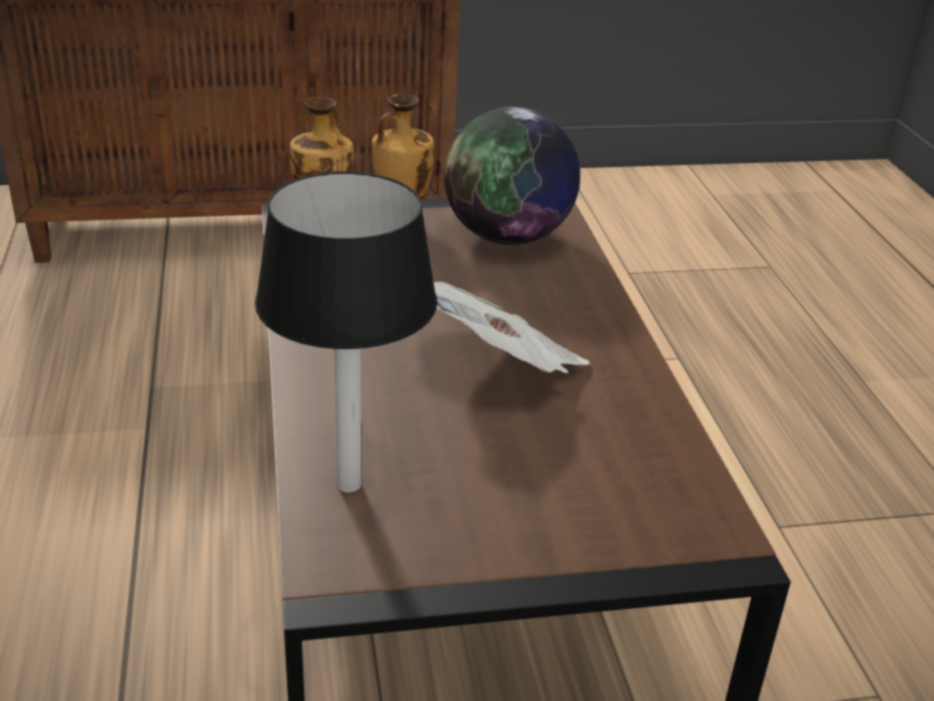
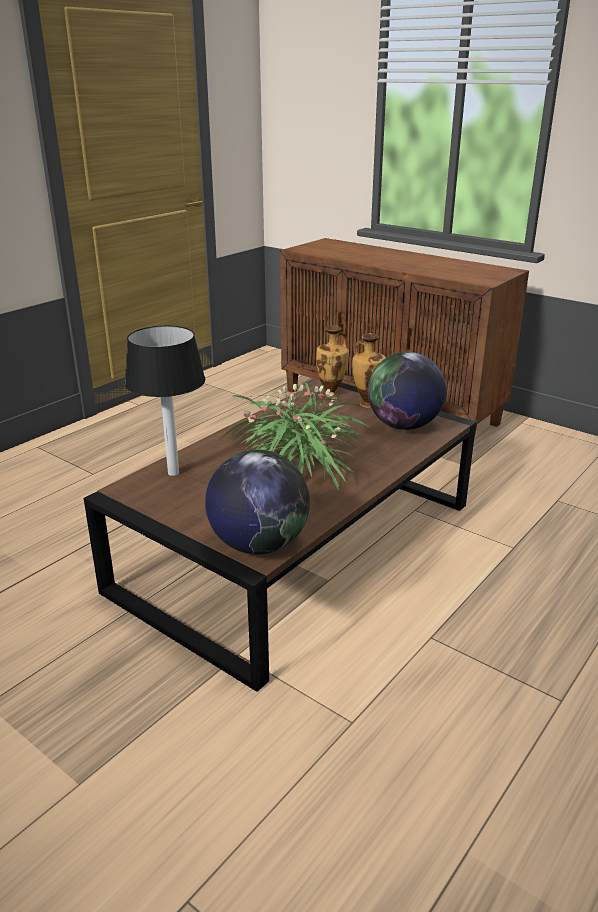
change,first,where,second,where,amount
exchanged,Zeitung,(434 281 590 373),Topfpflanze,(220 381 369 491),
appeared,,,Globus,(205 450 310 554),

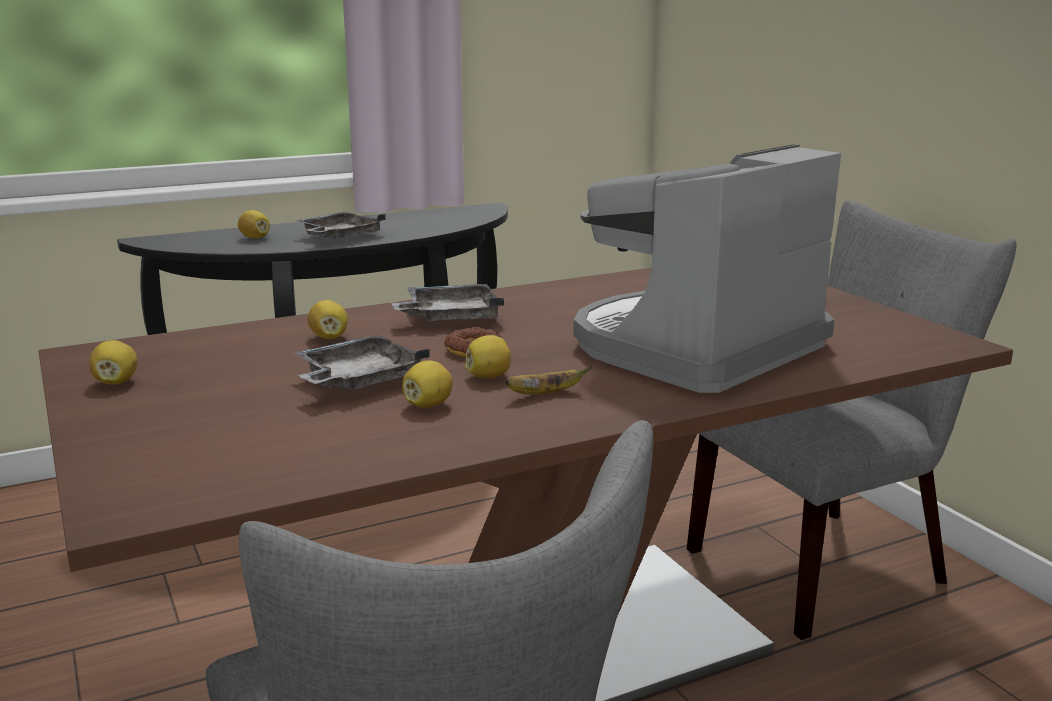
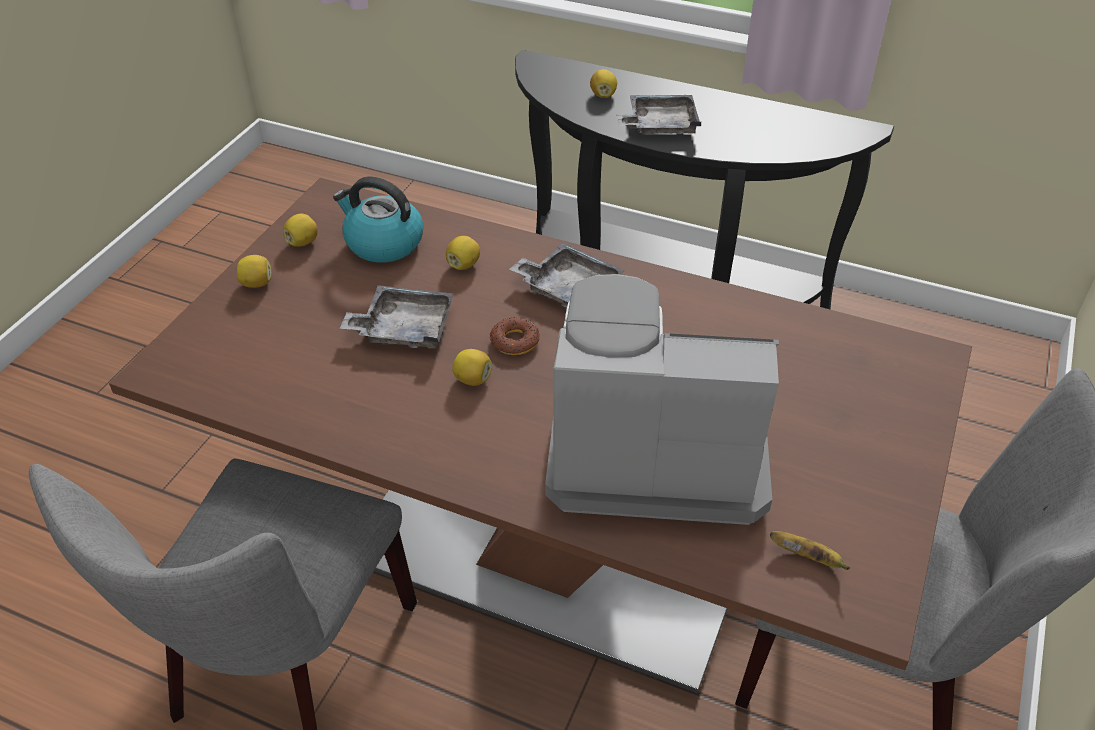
change,first,where,second,where,amount
relocated,Zitrone,(402 360 453 408),,(237 255 272 288),
relocated,Banane,(506 365 593 394),,(770 531 850 570),
appeared,,,Wasserkessel,(333 176 424 262),

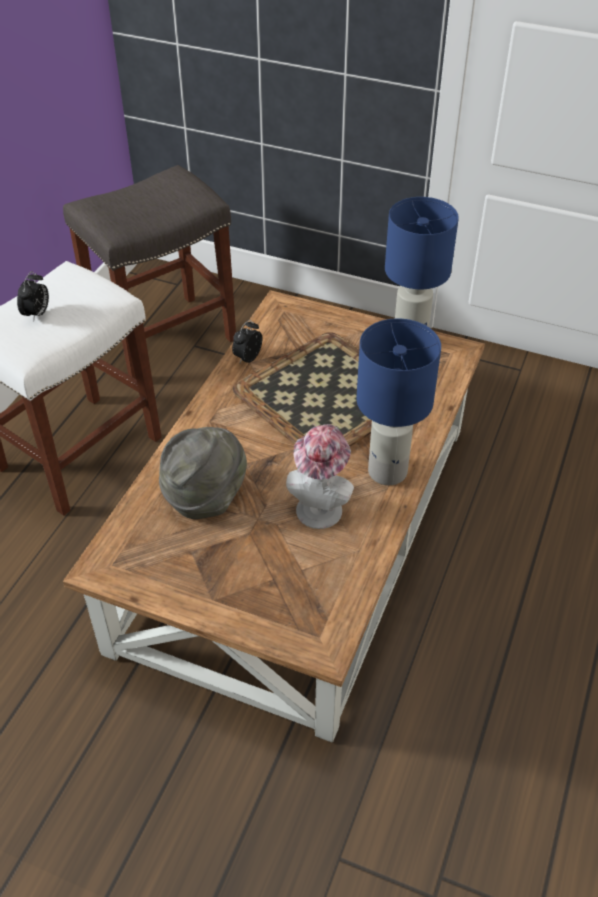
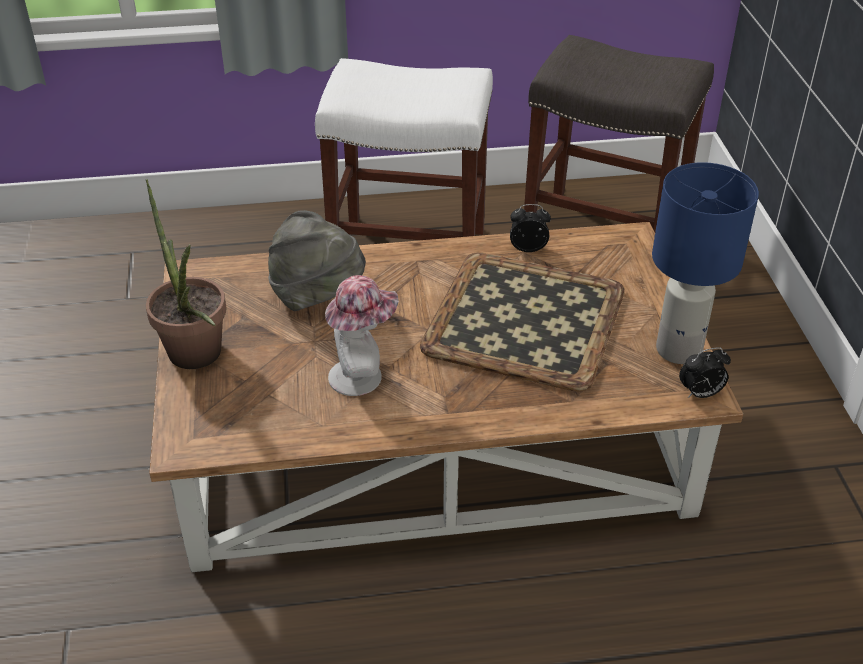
change,first,where,second,where,amount
relocated,Wecker,(17 271 49 322),,(679 347 731 398),
missing,Tischlampe [blau],(356 318 441 485),,,
appeared,,,Topfpflanze,(146 179 227 369),

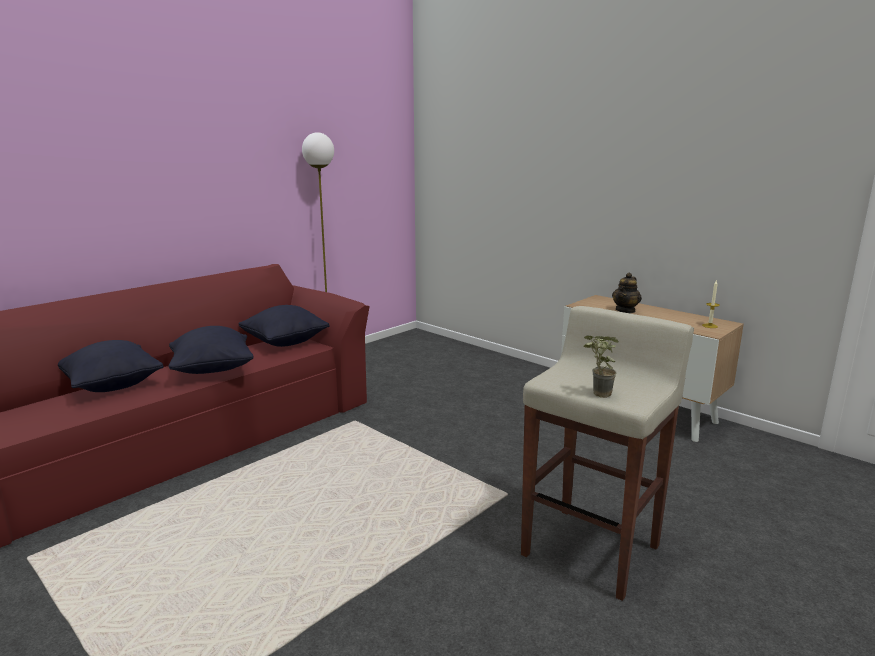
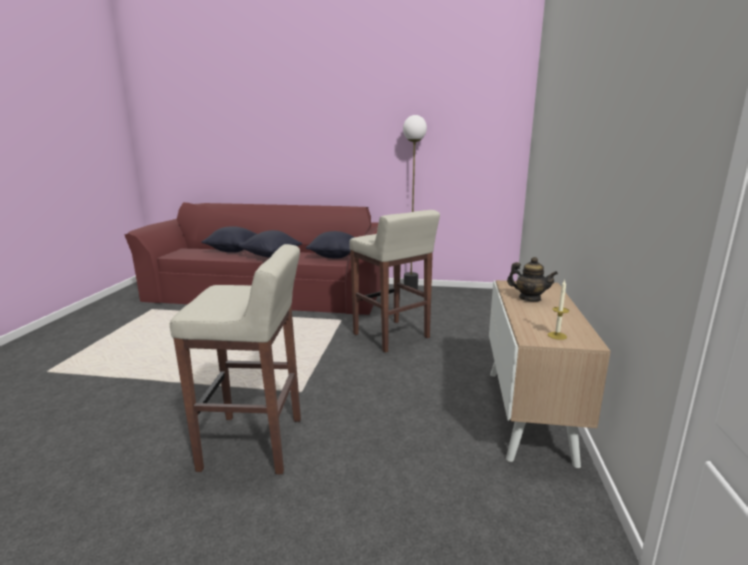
change,first,where,second,where,amount
spun,Teekanne,(612 273 642 313),,(507 257 558 302),150 degrees counterclockwise
missing,Topfpflanze,(583 336 619 398),,,
appeared,,,Hocker [beige],(349 210 440 353),

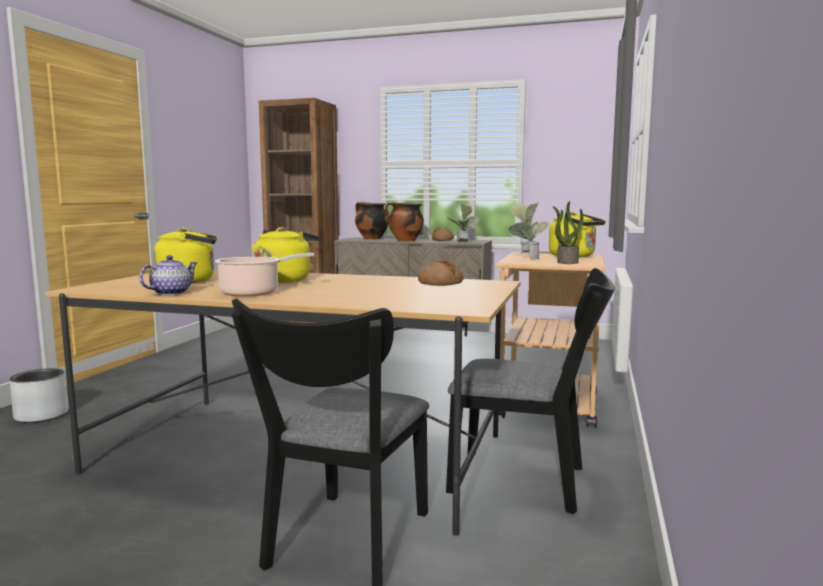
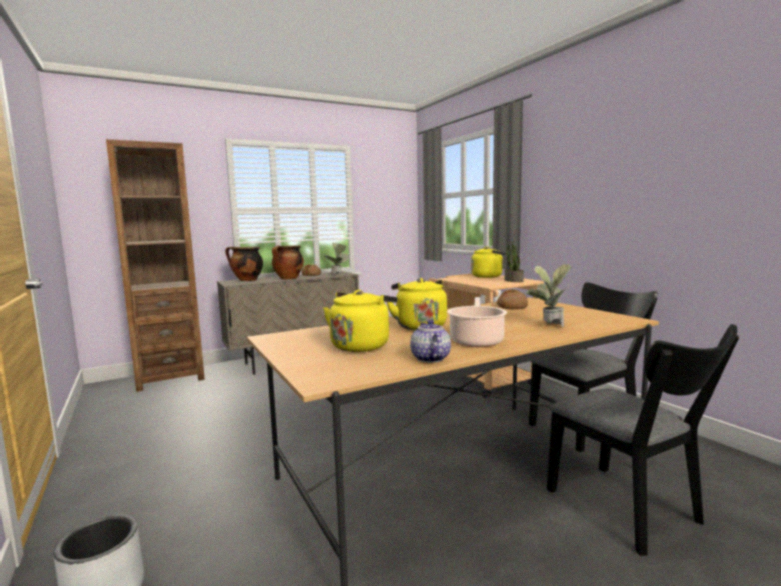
change,first,where,second,where,amount
relocated,Topfpflanze,(508 201 549 259),,(526 264 571 327),

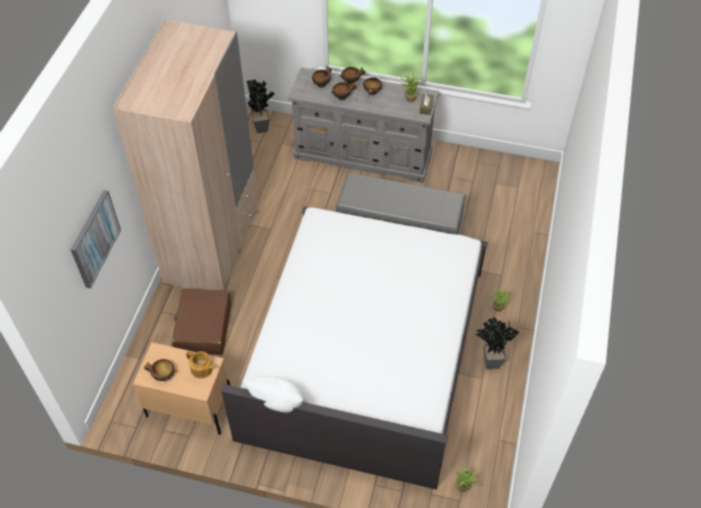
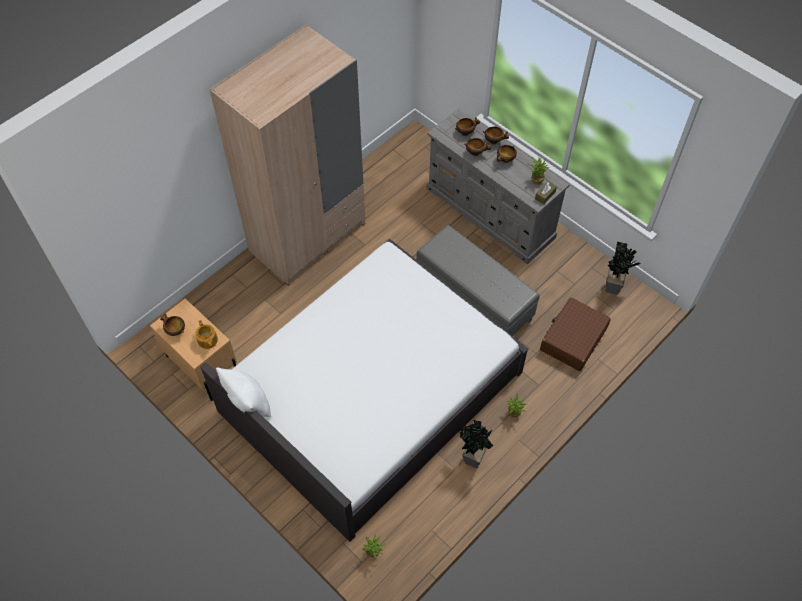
change,first,where,second,where,amount
relocated,Topfpflanze,(247 79 274 133),,(606 242 641 295),
missing,Bild,(71 190 121 289),,,
relocated,Koffer [braun],(172 289 231 355),,(540 298 611 371),

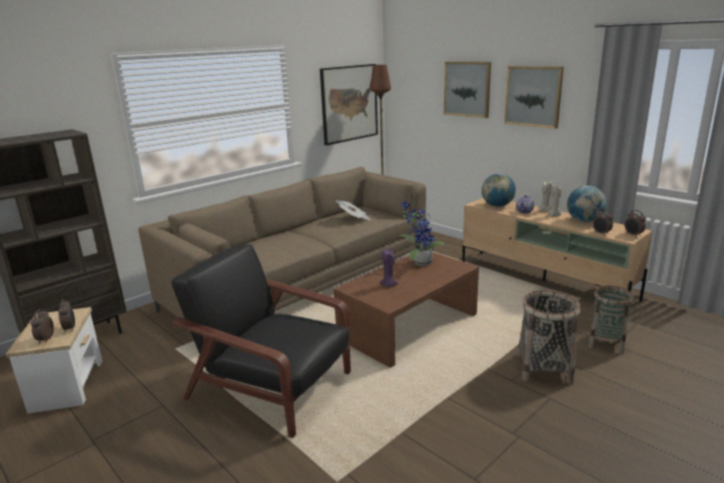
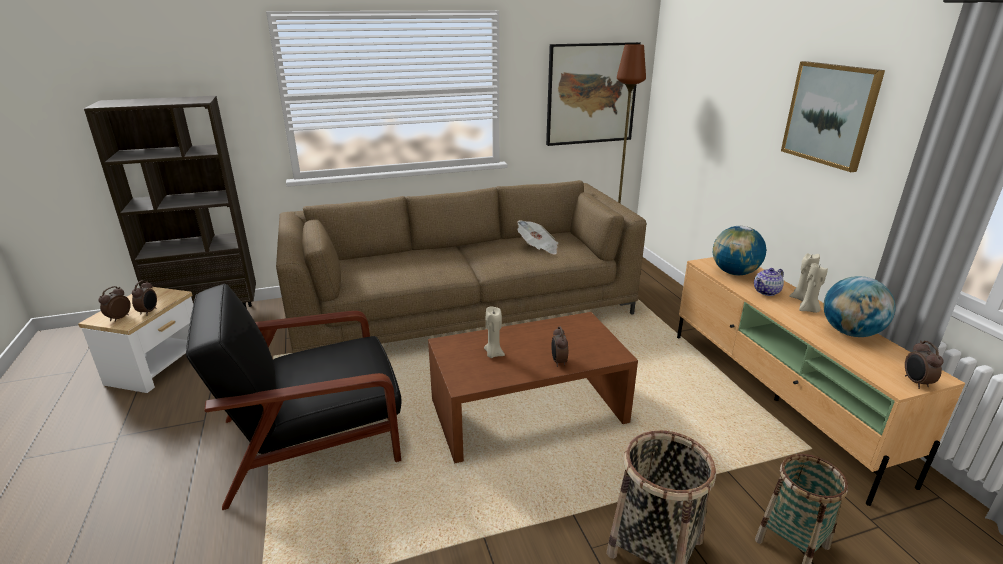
change,first,where,second,where,amount
missing,Bild,(444 62 491 118),,,
missing,Topfpflanze,(399 201 444 266),,,
relocated,Wecker,(592 209 613 236),,(551 326 568 367),
spun,Sessel [schwarz],(171 244 351 438),,(186 284 402 510),75 degrees counterclockwise
colour,Kerze [lila],(380 249 398 288),Kerze [beige],(484 307 505 358),

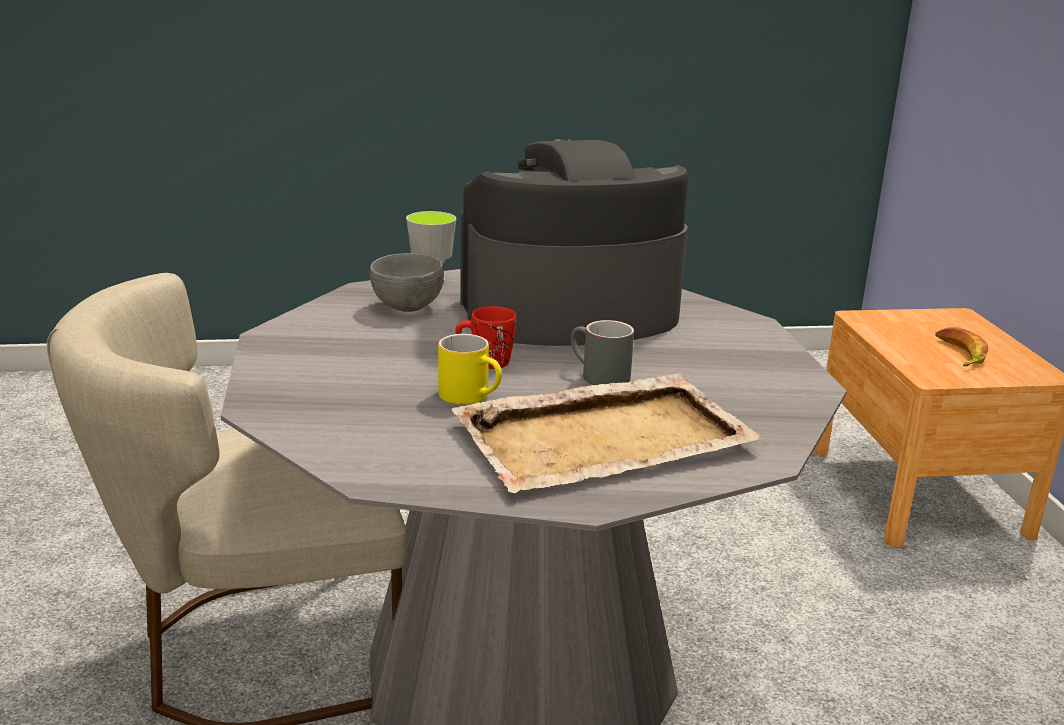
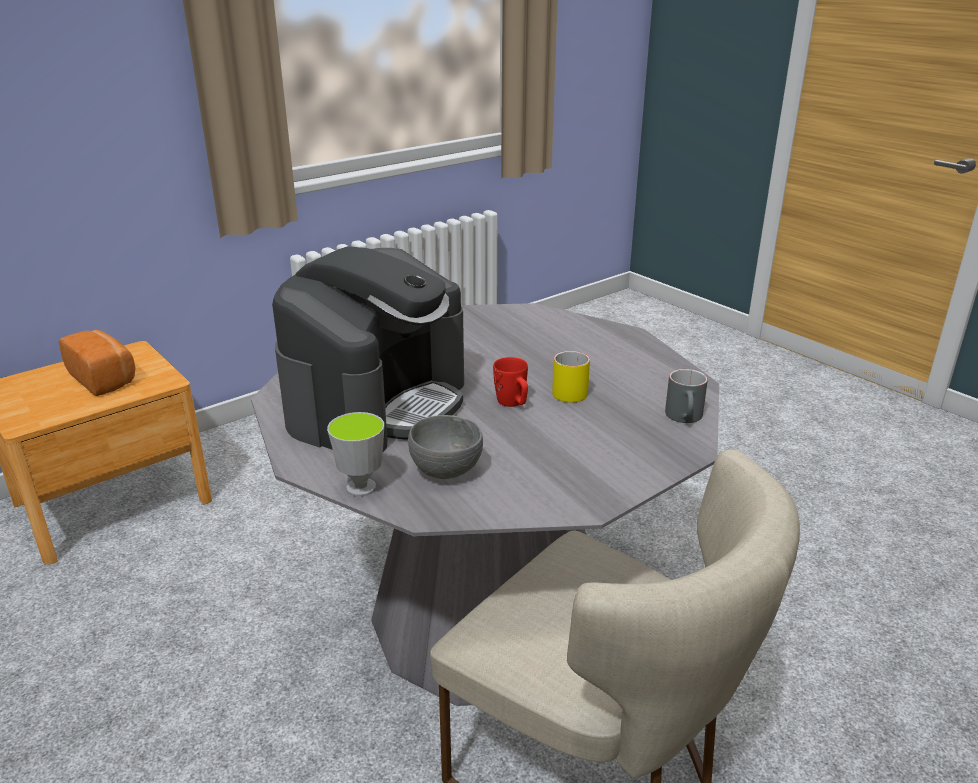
change,first,where,second,where,amount
spun,Kaffeemaschine,(460 139 689 346),,(272 246 464 452),105 degrees counterclockwise
relocated,Henkelbecher [grau],(571 320 634 385),,(665 369 708 423),
exchanged,Banane,(935 327 988 366),Brot,(59 330 135 396),
missing,Tablett [beige],(451 373 763 493),,,

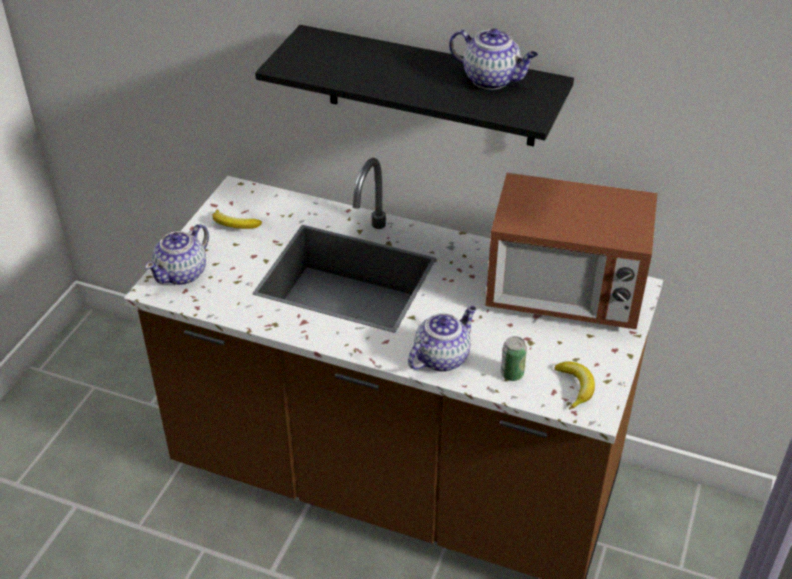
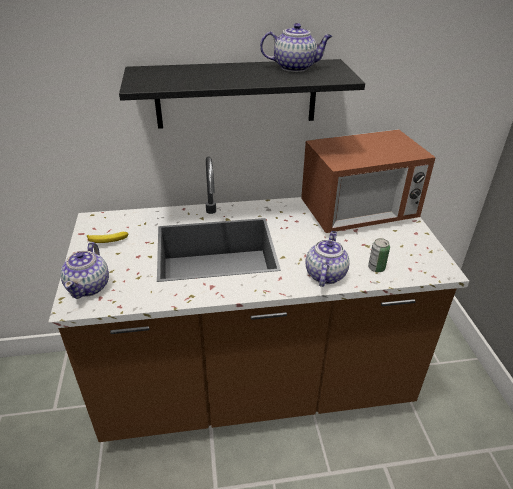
change,first,where,second,where,amount
missing,Banane,(554 362 595 409),,,

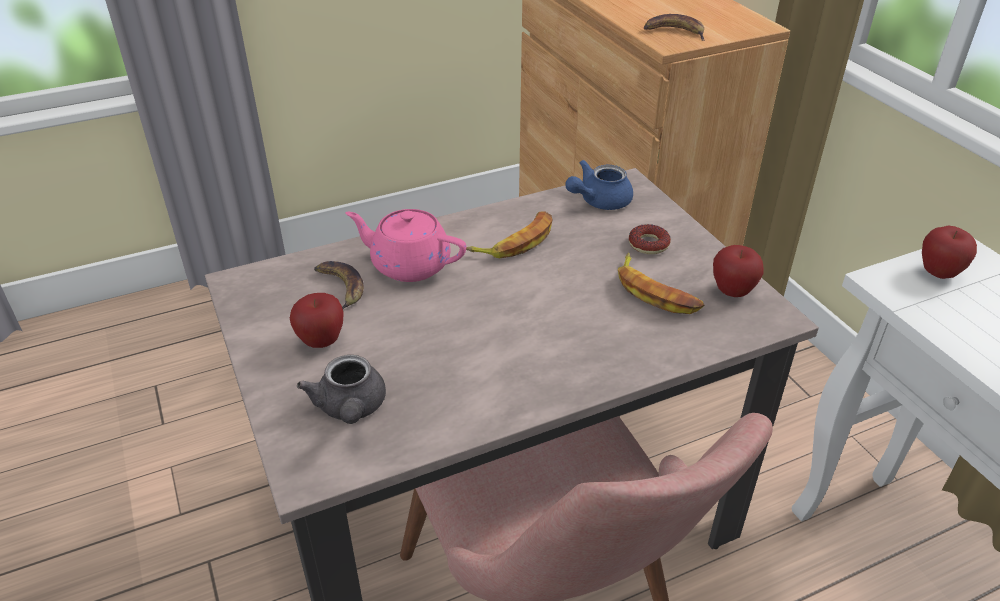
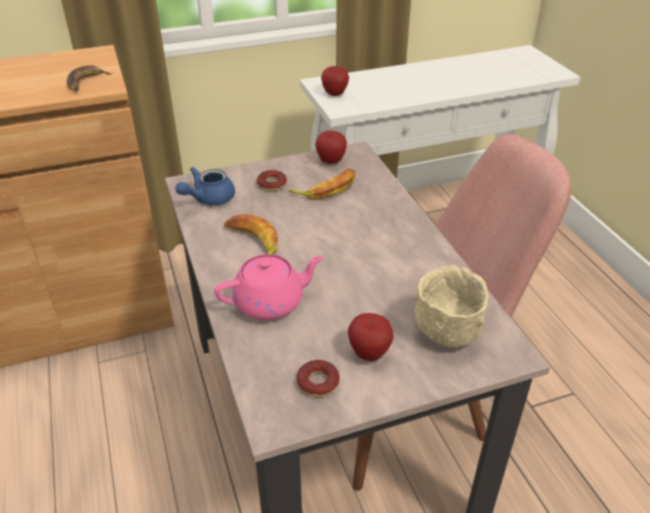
change,first,where,second,where,amount
spun,Teekanne [blau],(565 160 633 210),,(175 167 235 205),75 degrees clockwise
spun,Teekanne [rosa],(345 209 466 282),,(214 254 324 320),135 degrees counterclockwise
missing,Banane,(314 261 364 309),,,
exchanged,Teekanne [grau],(297 355 386 424),Schüssel [beige],(414 266 488 348),
appeared,,,Donut,(297 360 340 397),

